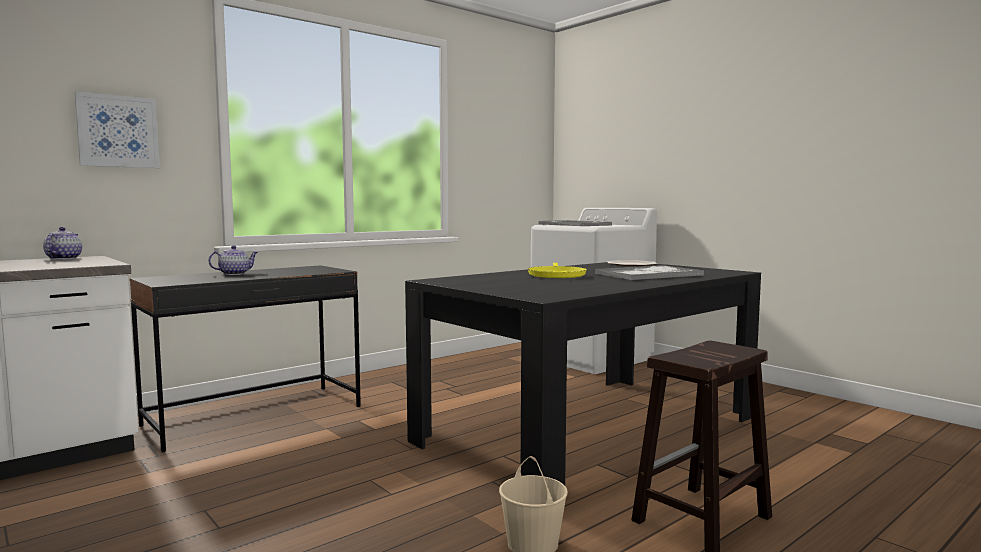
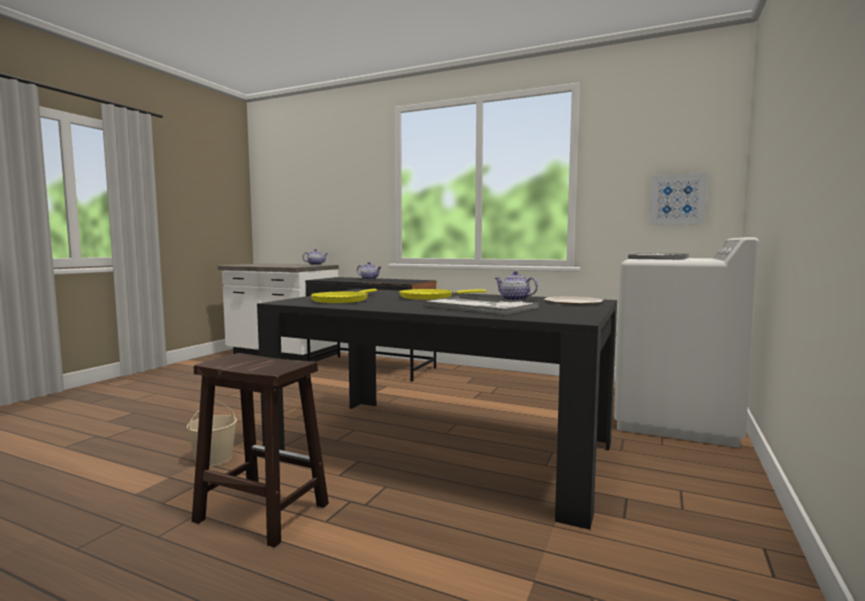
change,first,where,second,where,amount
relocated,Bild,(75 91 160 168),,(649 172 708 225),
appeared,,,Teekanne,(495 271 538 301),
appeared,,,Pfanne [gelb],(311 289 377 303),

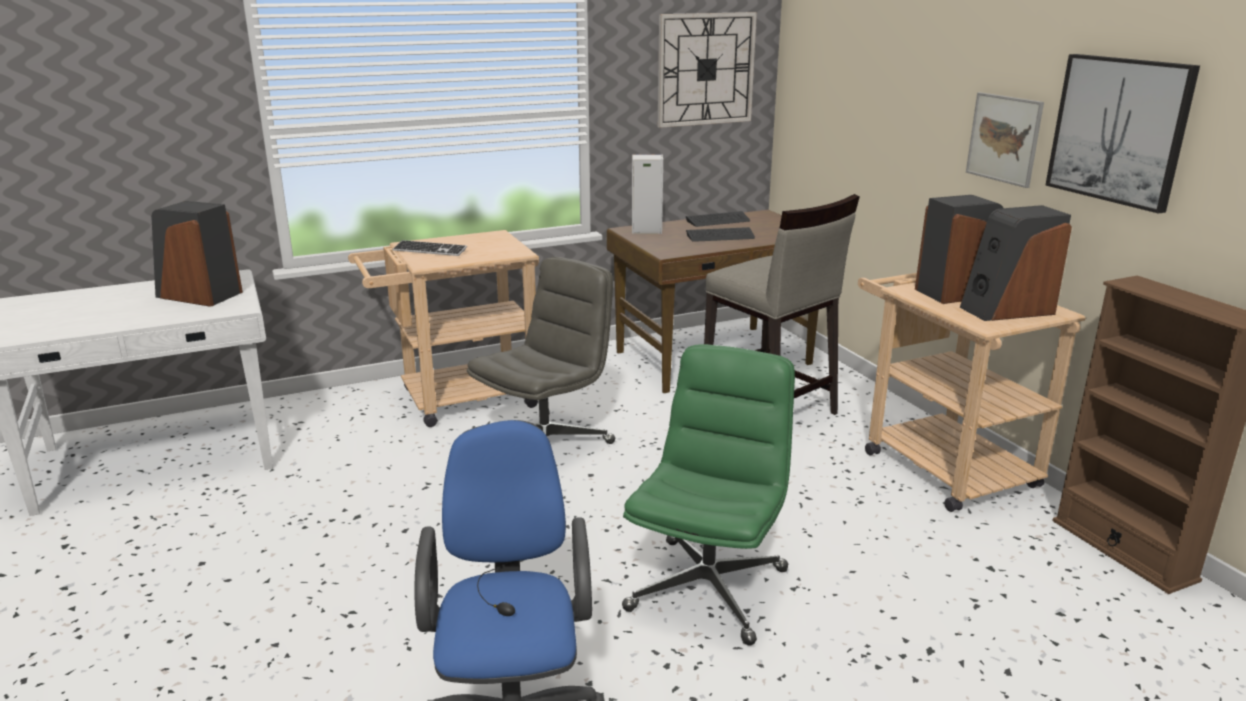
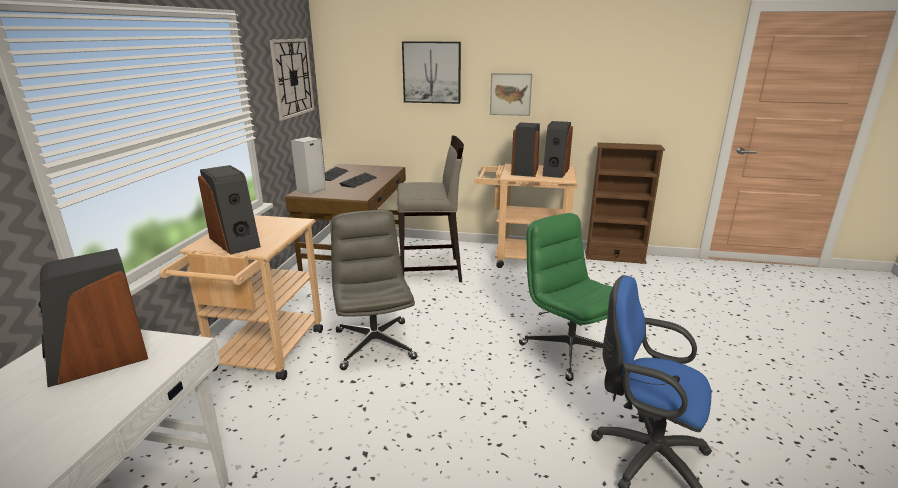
change,first,where,second,where,amount
relocated,Bild,(1046 54 1200 214),,(402 41 461 104),
exchanged,Tastatur,(393 240 467 256),Lautsprecher,(198 165 261 254),

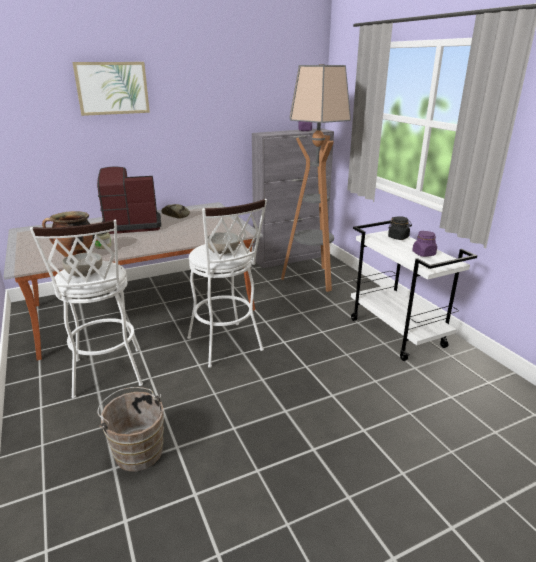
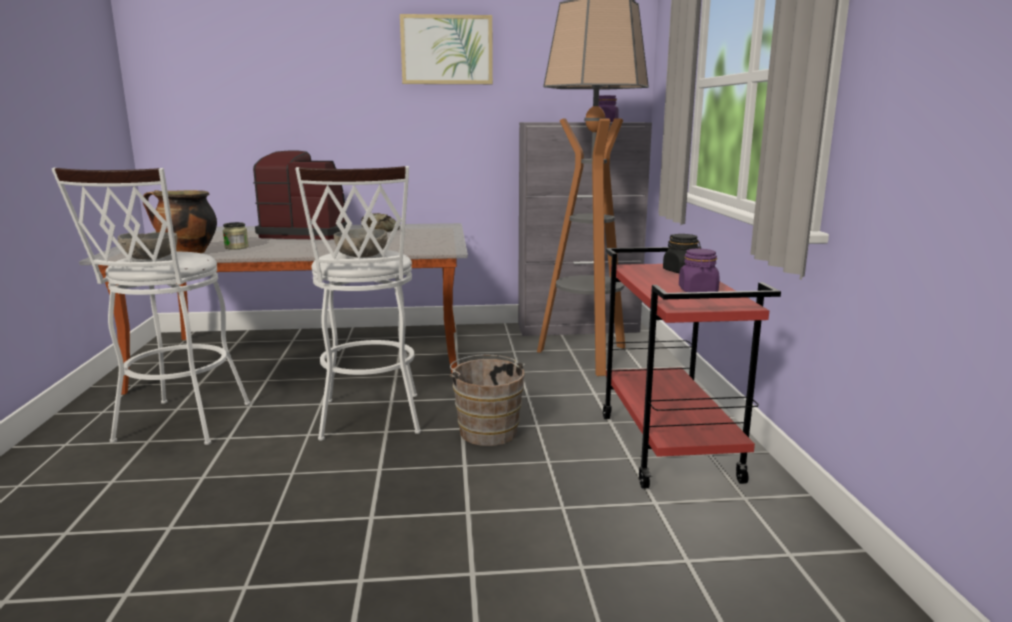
change,first,where,second,where,amount
relocated,Bild,(72 62 150 116),,(400 14 493 84),
colour,Rollwagen [weiß],(351 220 477 361),Rollwagen [rot],(603 247 781 489),
relocated,Eimer [braun],(98 387 164 471),,(449 355 525 446),

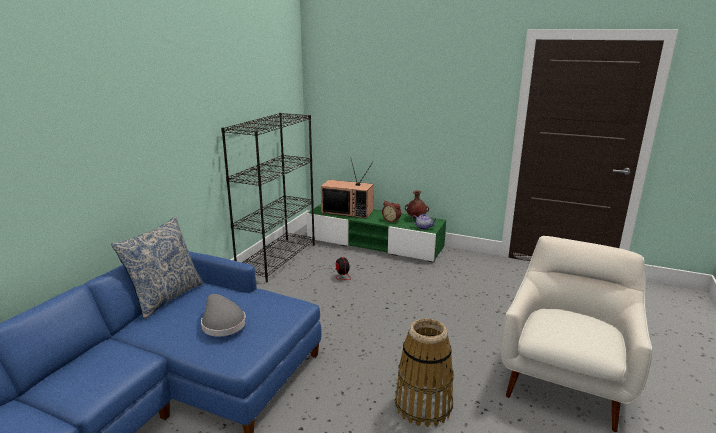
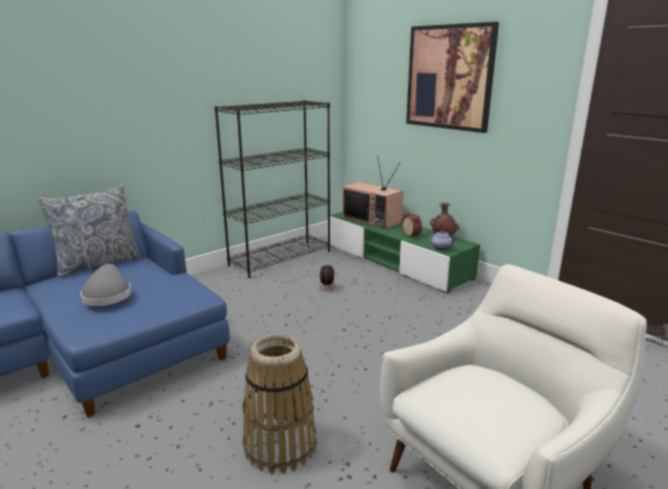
change,first,where,second,where,amount
appeared,,,Bild,(406 22 499 133),

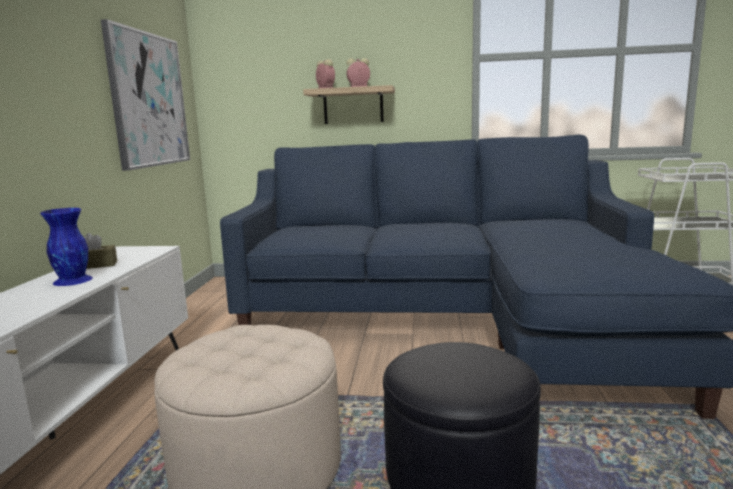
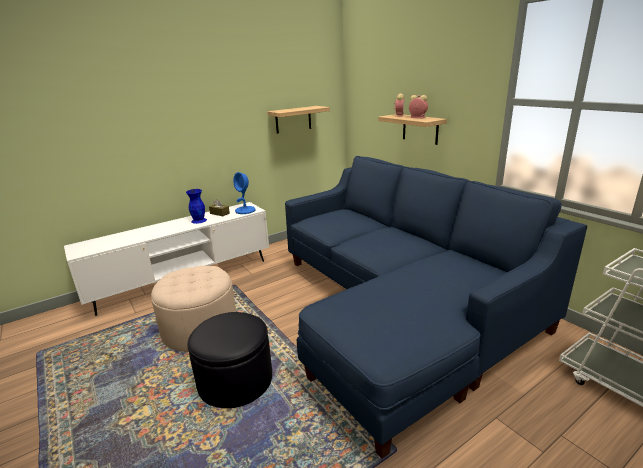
change,first,where,second,where,amount
exchanged,Bild,(101 19 190 171),Wandregal,(267 106 330 134),
appeared,,,Tischlampe [blau],(233 172 256 214),

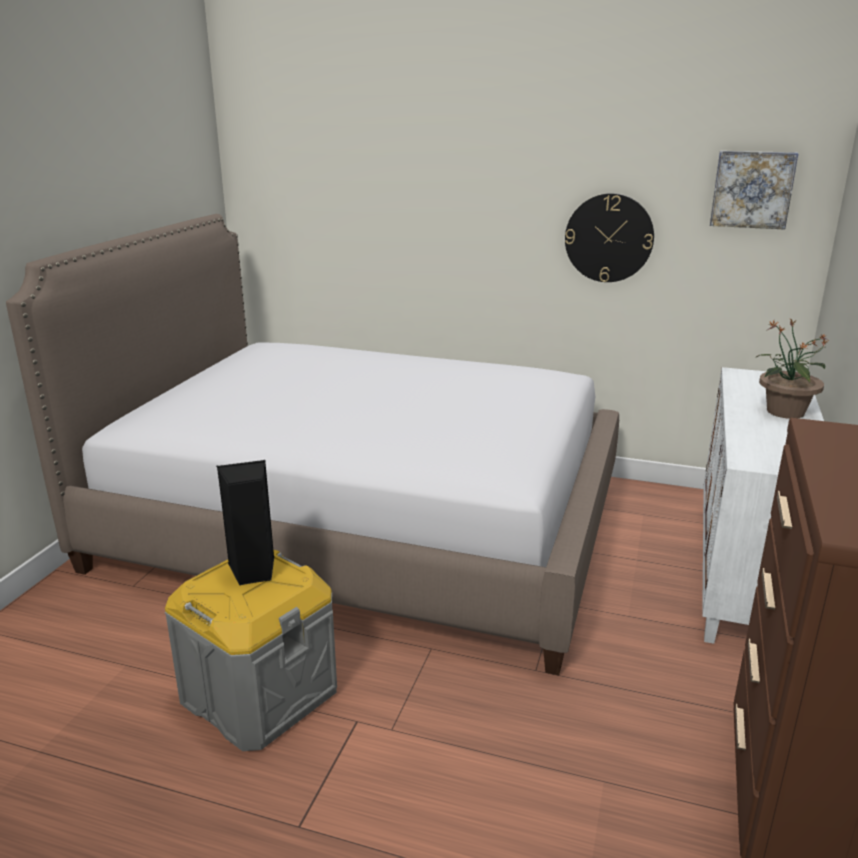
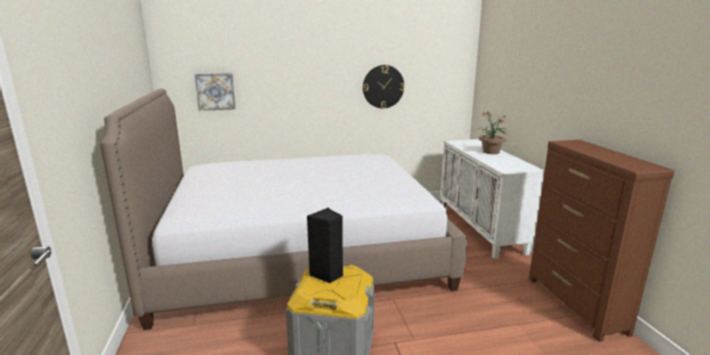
change,first,where,second,where,amount
relocated,Bild,(710 151 799 230),,(195 73 235 111),

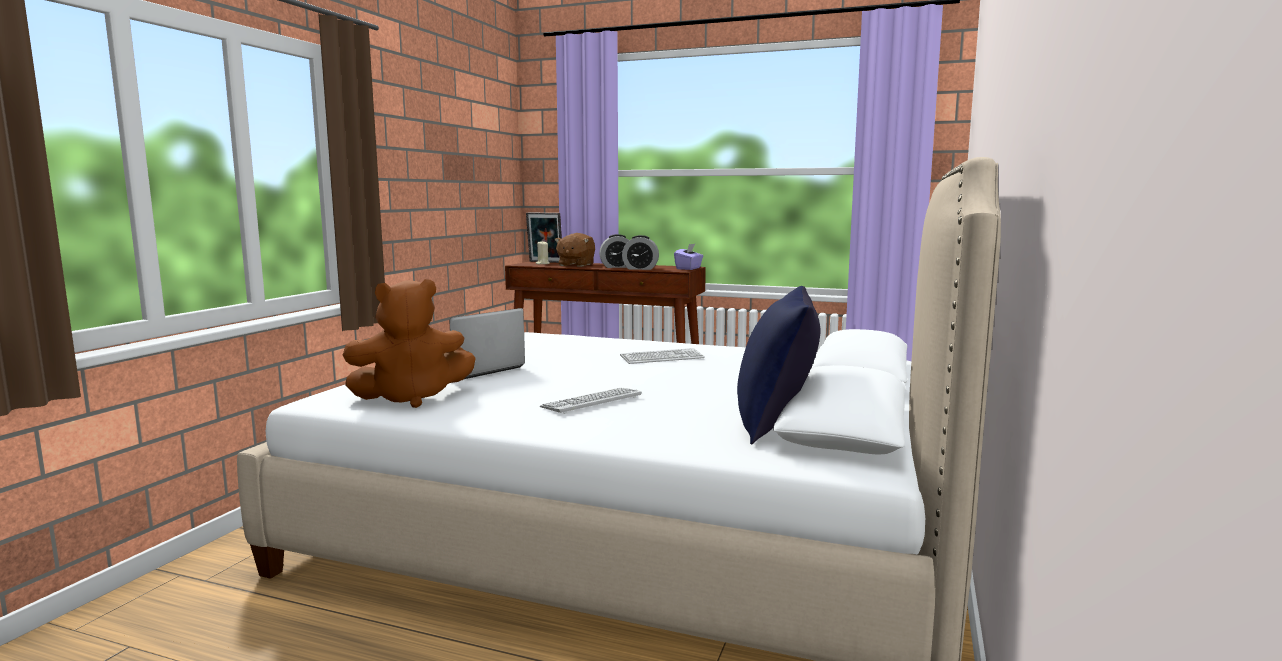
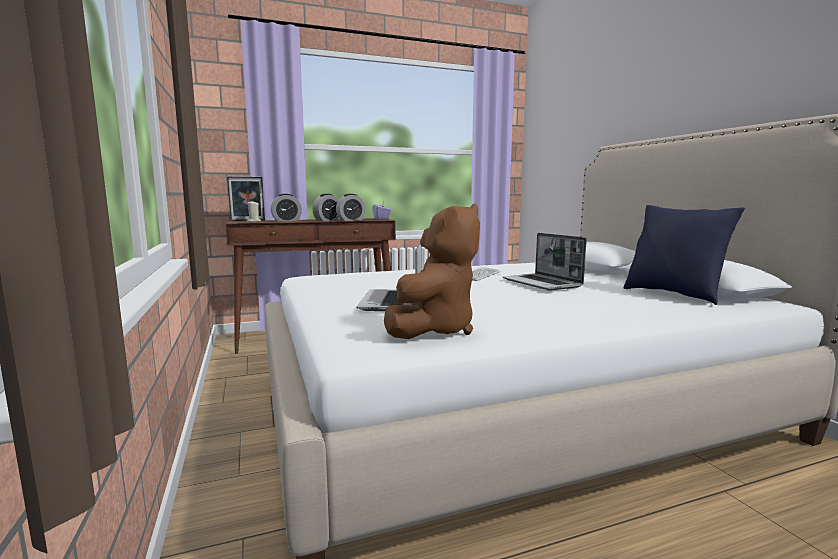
change,first,where,second,where,amount
exchanged,Plüschtier [braun],(554 233 595 267),Wecker,(271 194 302 221),
missing,Tastatur,(540 388 642 414),,,
appeared,,,Laptop,(503 233 587 291),

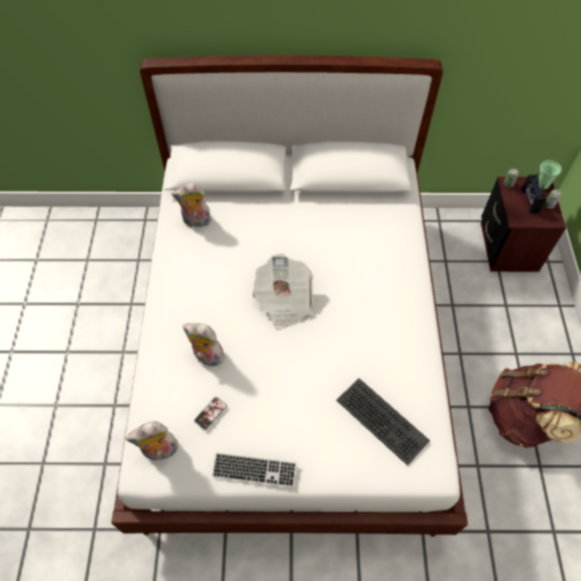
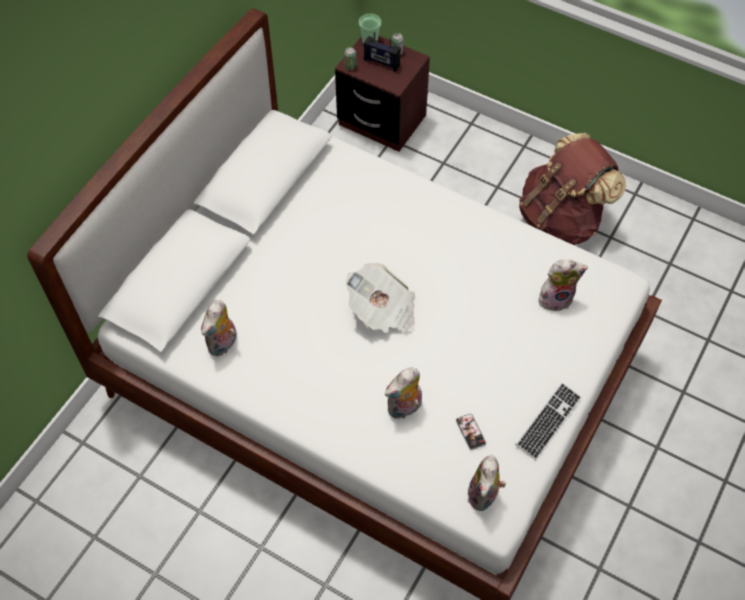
change,first,where,second,where,amount
exchanged,Tastatur,(336 378 430 466),Plüschtier,(538 259 588 311),

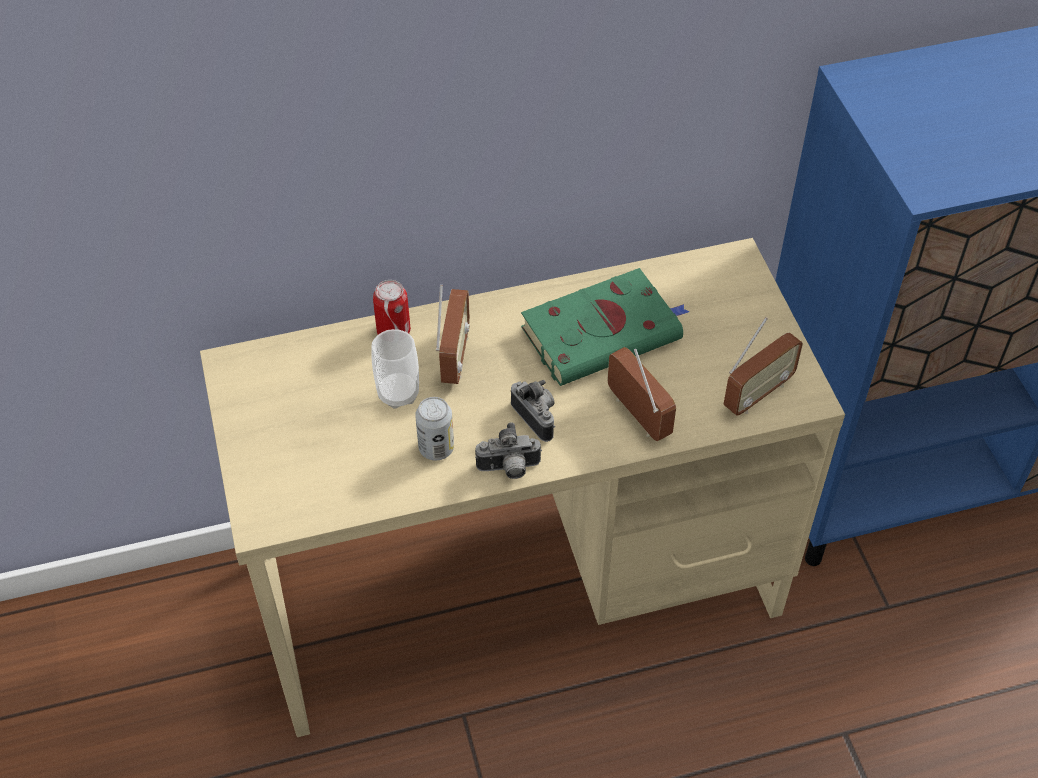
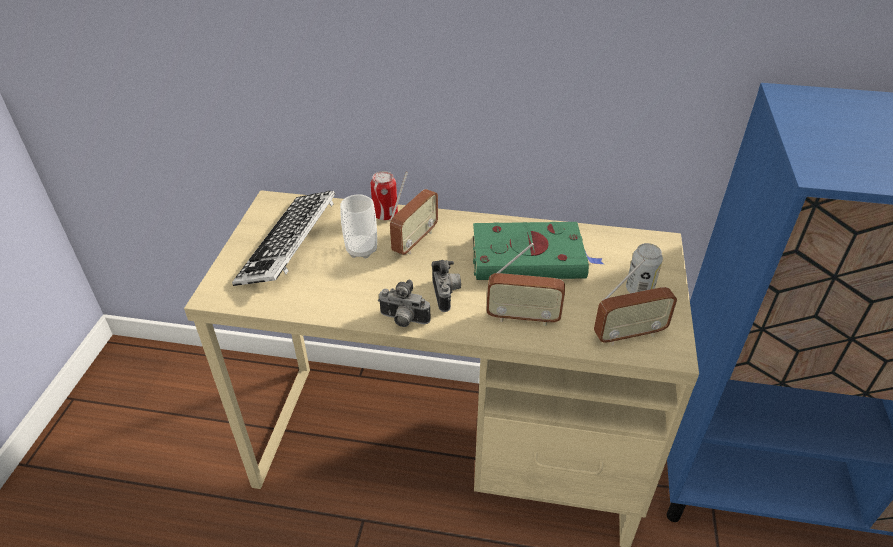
change,first,where,second,where,amount
spun,Radio,(607 347 676 441),,(486 243 565 326),105 degrees clockwise
relocated,Dose,(415 397 454 460),,(626 243 663 293),
appeared,,,Tastatur,(232 191 335 286),

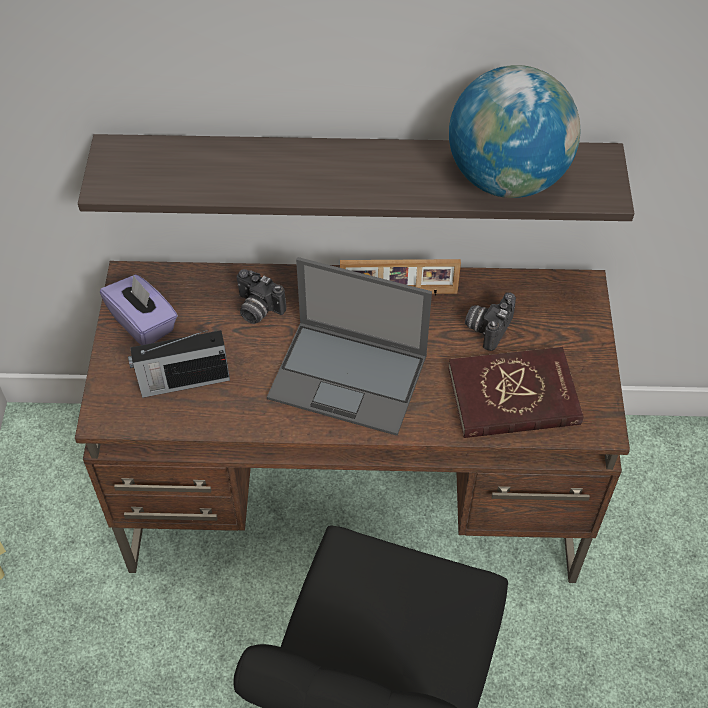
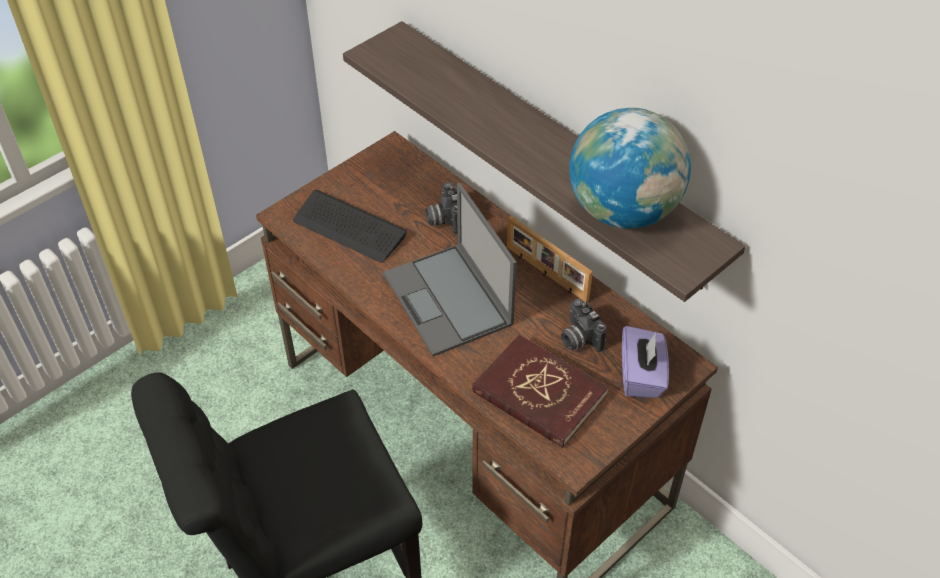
change,first,where,second,where,amount
relocated,Taschentuchbox [lila],(100 275 178 345),,(622 326 669 398),
spun,Kamera,(465 292 516 351),,(561 299 607 352),105 degrees counterclockwise
exchanged,Radio,(128 330 230 398),Tastatur,(293 190 407 263),

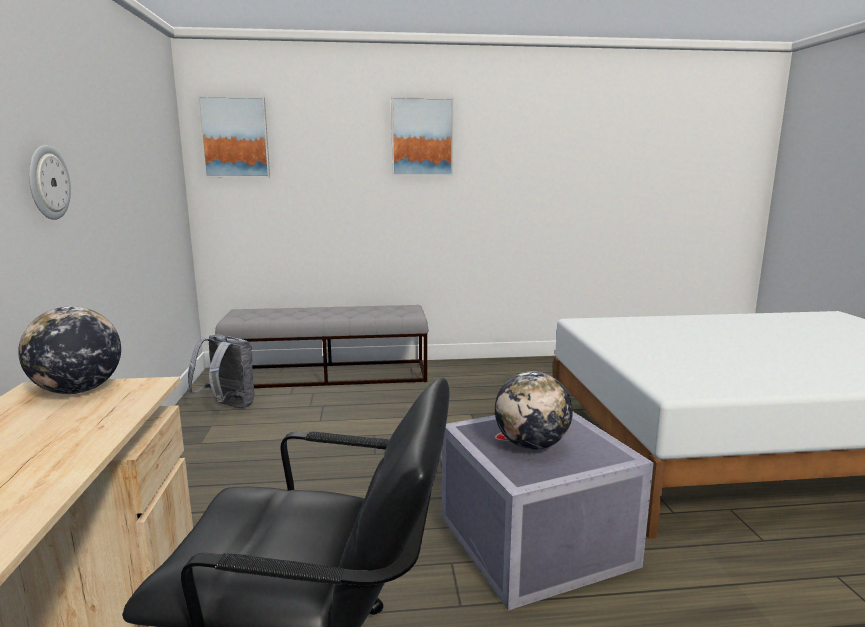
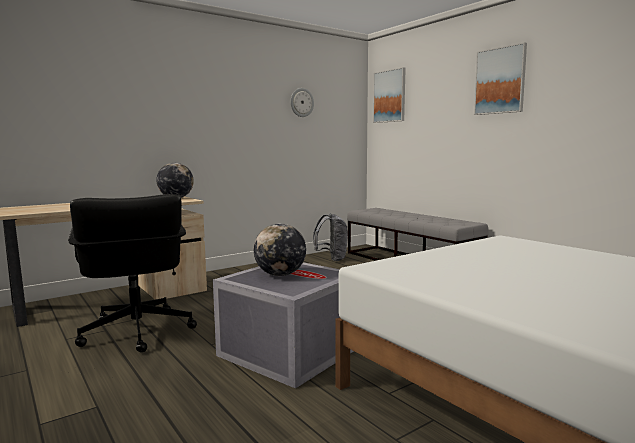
change,first,where,second,where,amount
relocated,Wanduhr,(29 145 71 220),,(290 88 314 117),

